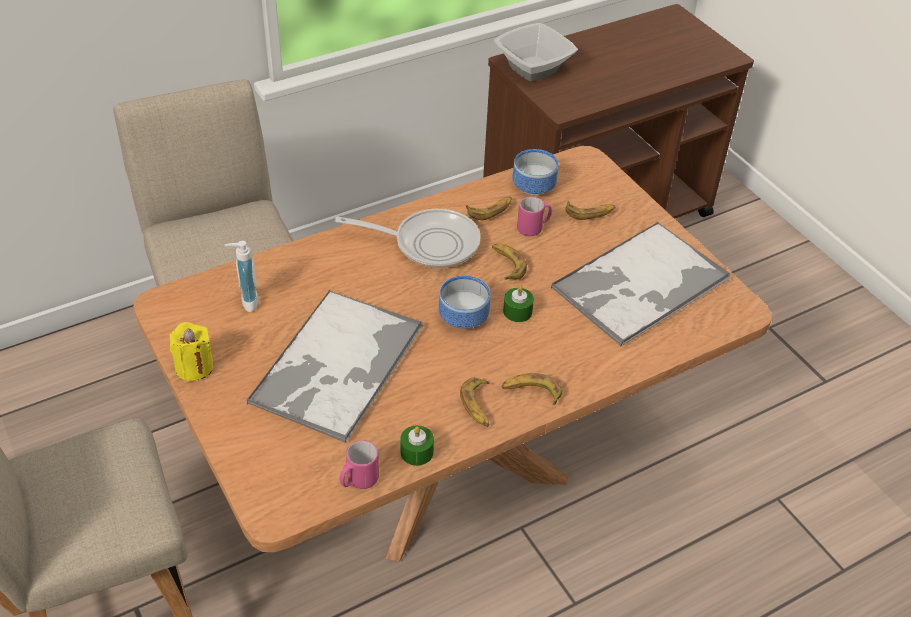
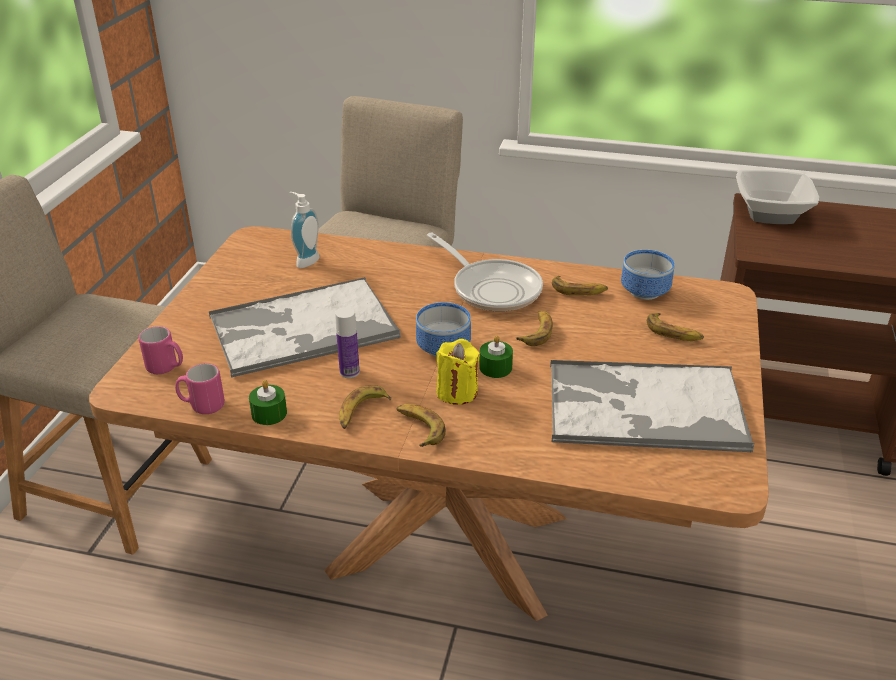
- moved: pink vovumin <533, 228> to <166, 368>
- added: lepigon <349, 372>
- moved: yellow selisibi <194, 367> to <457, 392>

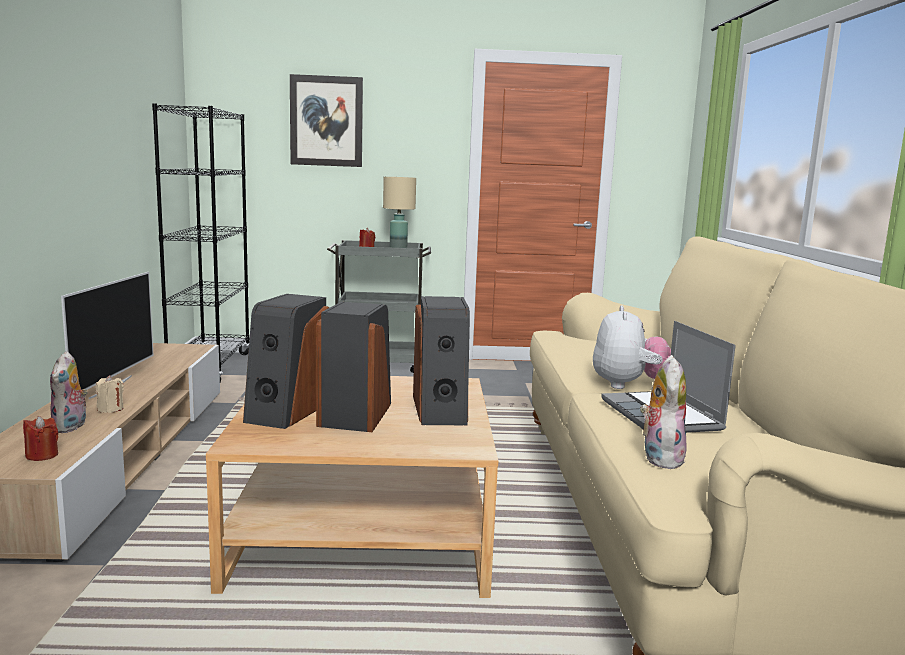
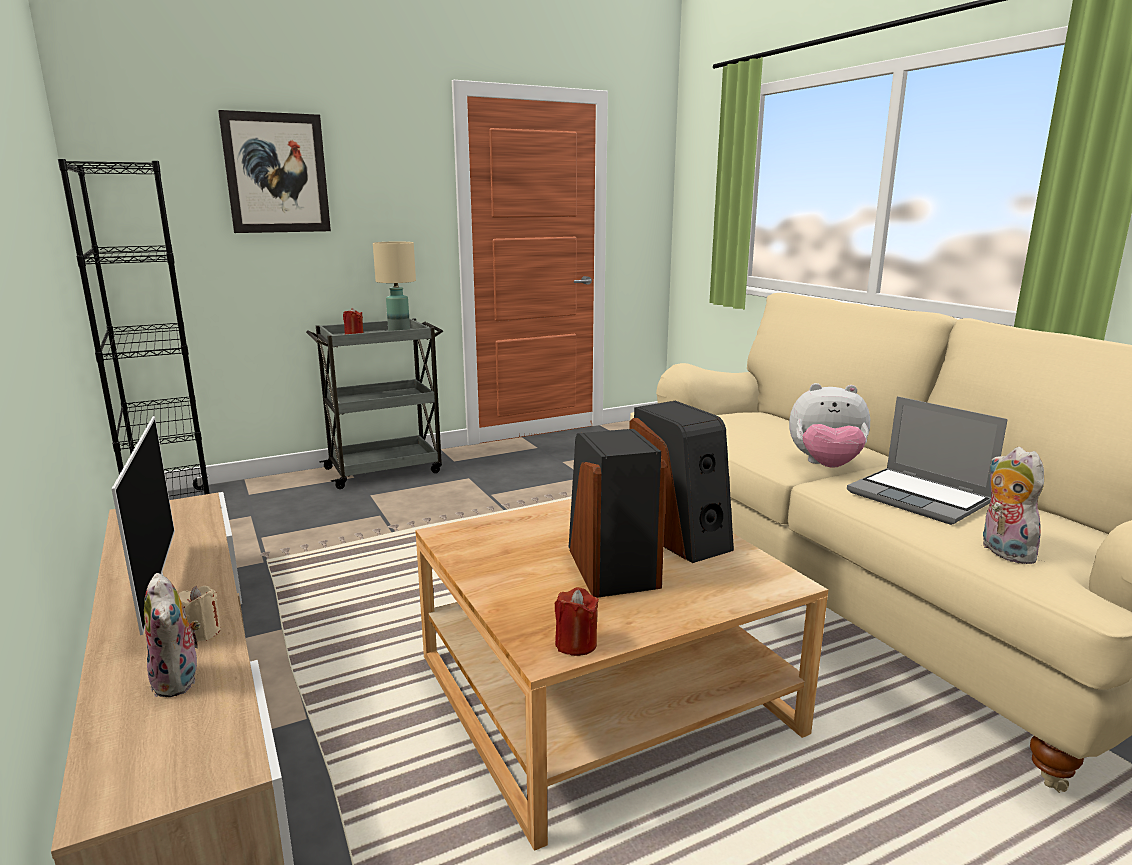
- moved: red selisibi <42, 455> to <576, 644>
- turned: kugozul <628, 385> = <826, 466> 120 degrees clockwise
- removed: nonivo <287, 411>

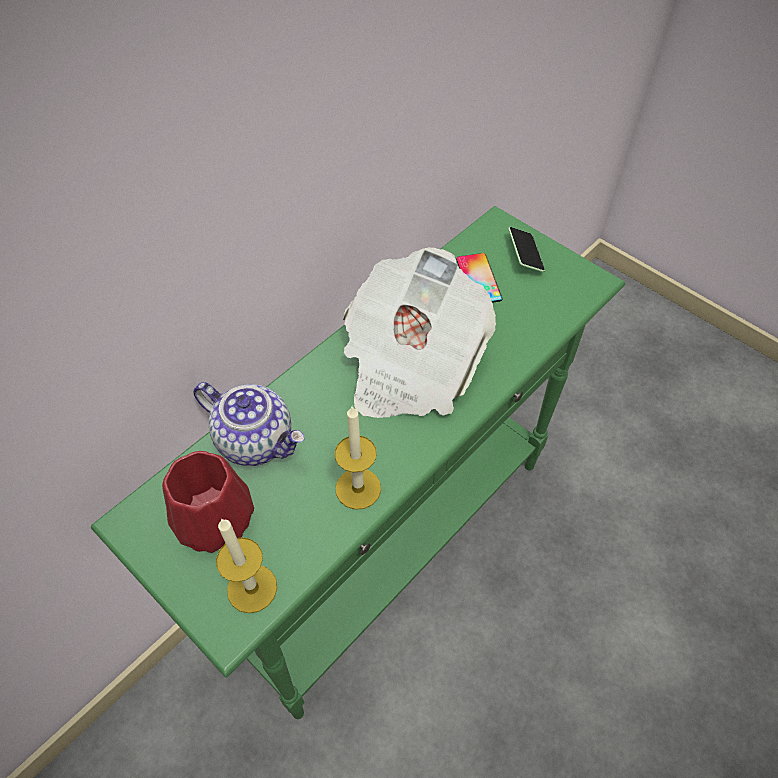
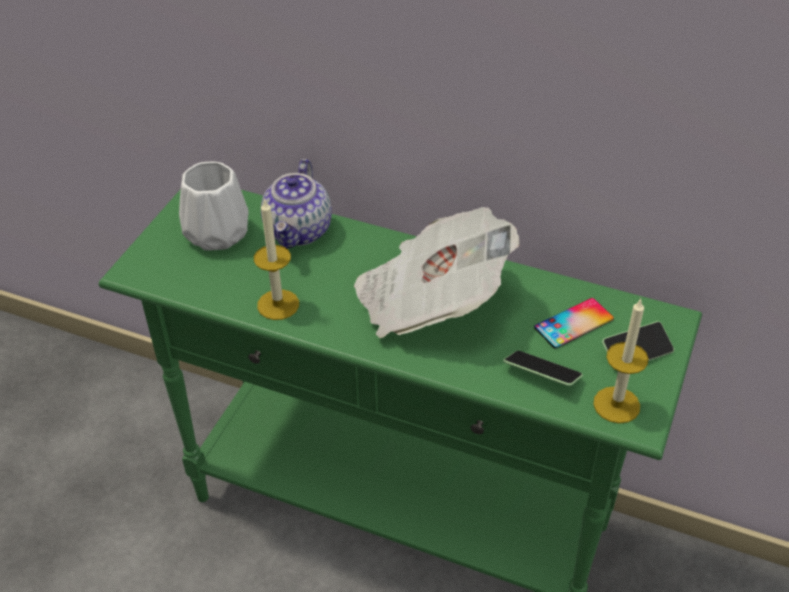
- recoloured: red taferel <216, 522> to white taferel <216, 235>
- added: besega <541, 375>
- moved: selisibi <252, 588> to <616, 405>

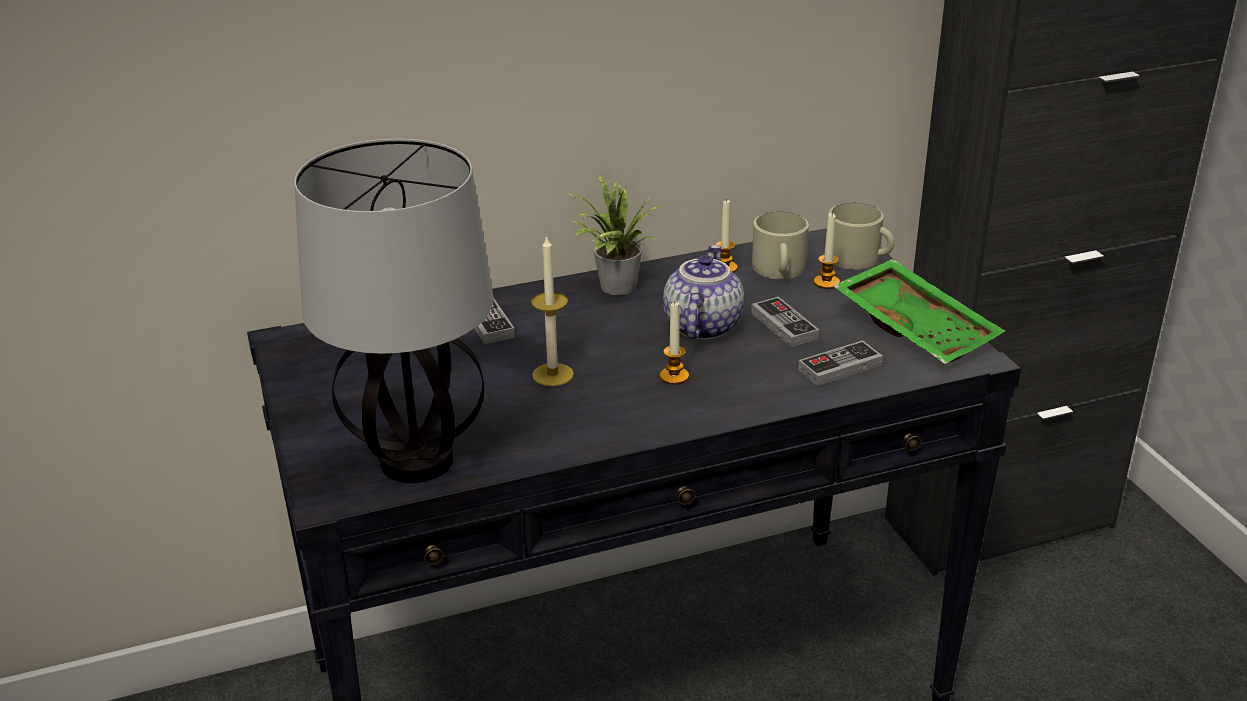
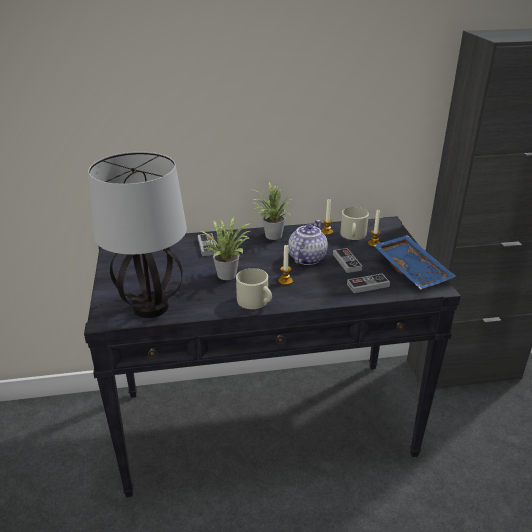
- replaced: selisibi <552, 374> to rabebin <228, 273>
- moved: beige vovumin <859, 258> to <255, 301>
- recoloured: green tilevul <917, 327> to blue tilevul <413, 270>

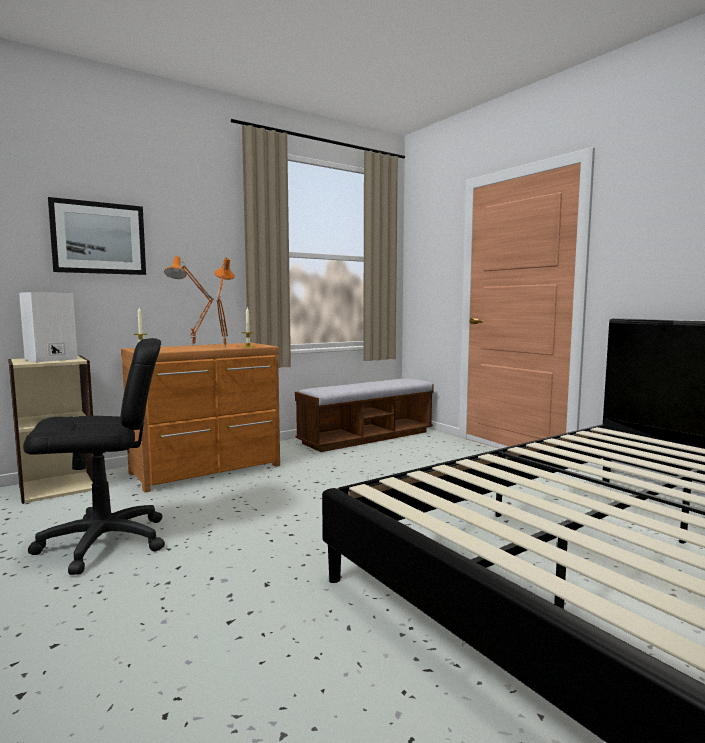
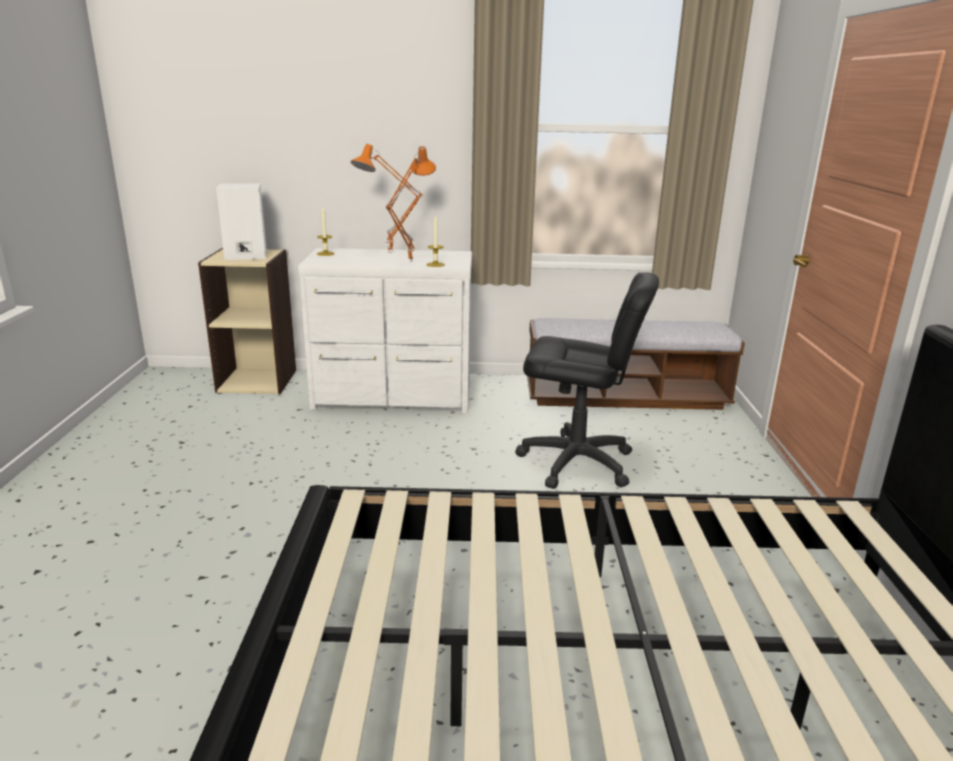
- recoloured: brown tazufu <208, 470> to white tazufu <393, 397>
- moved: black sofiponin <104, 543> to <576, 462>
- removed: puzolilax <99, 238>

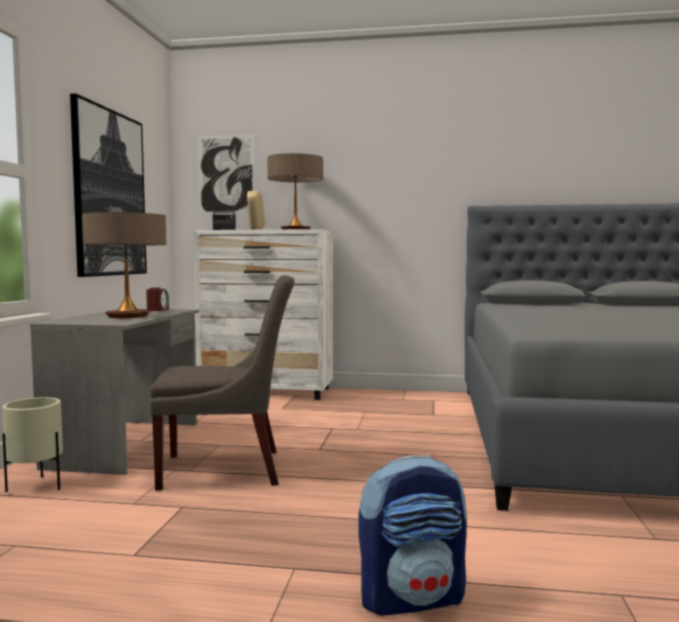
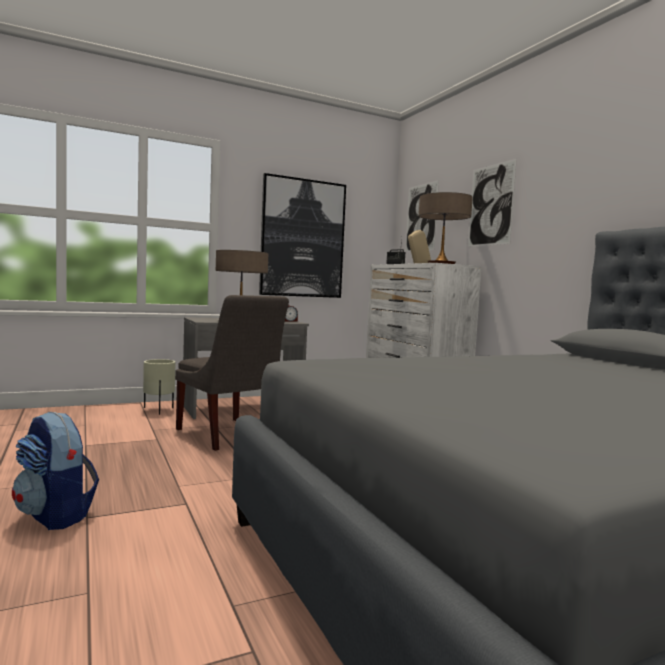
- added: puzolilax <491, 205>

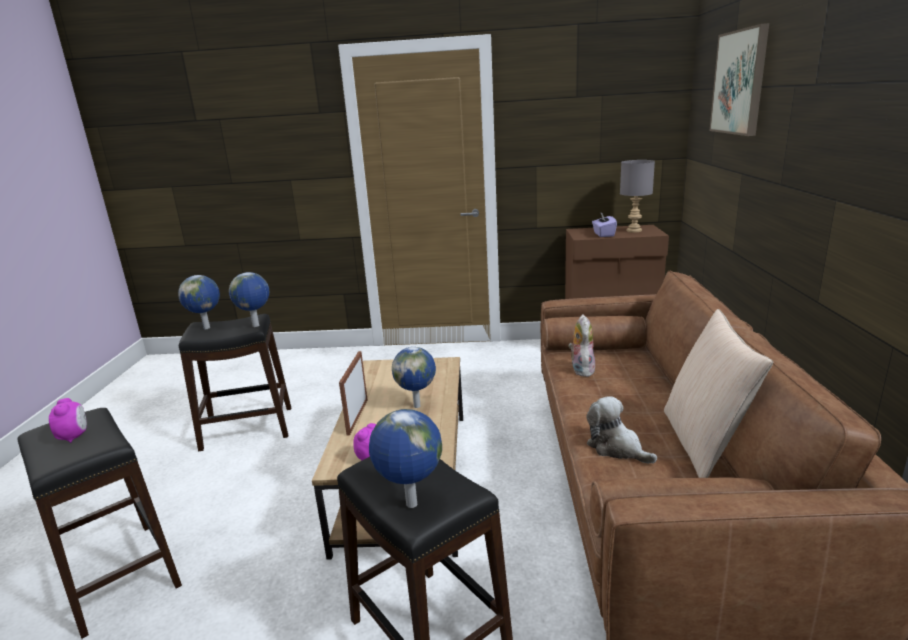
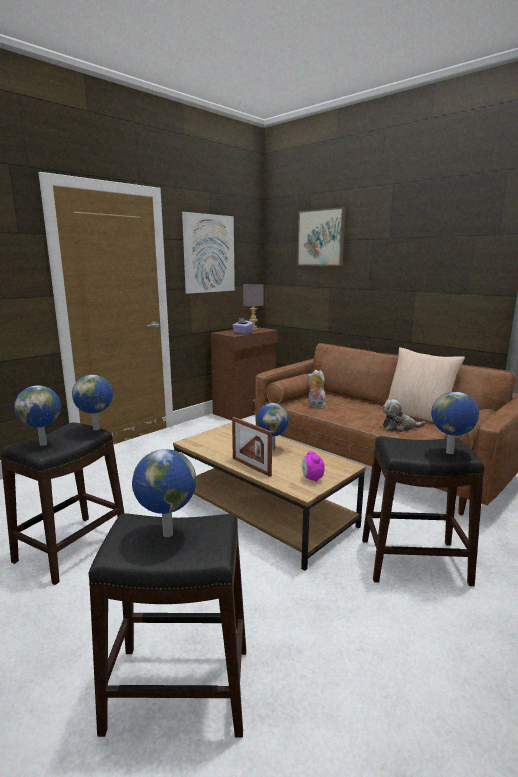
- replaced: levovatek <74, 436> to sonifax <166, 534>
- added: puzolilax <209, 254>

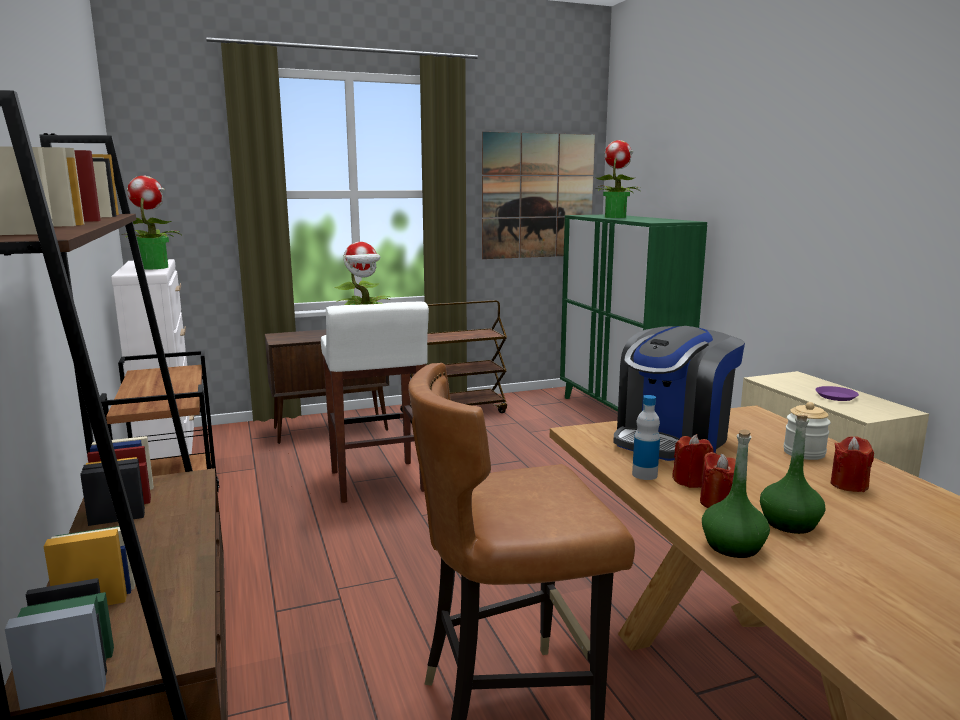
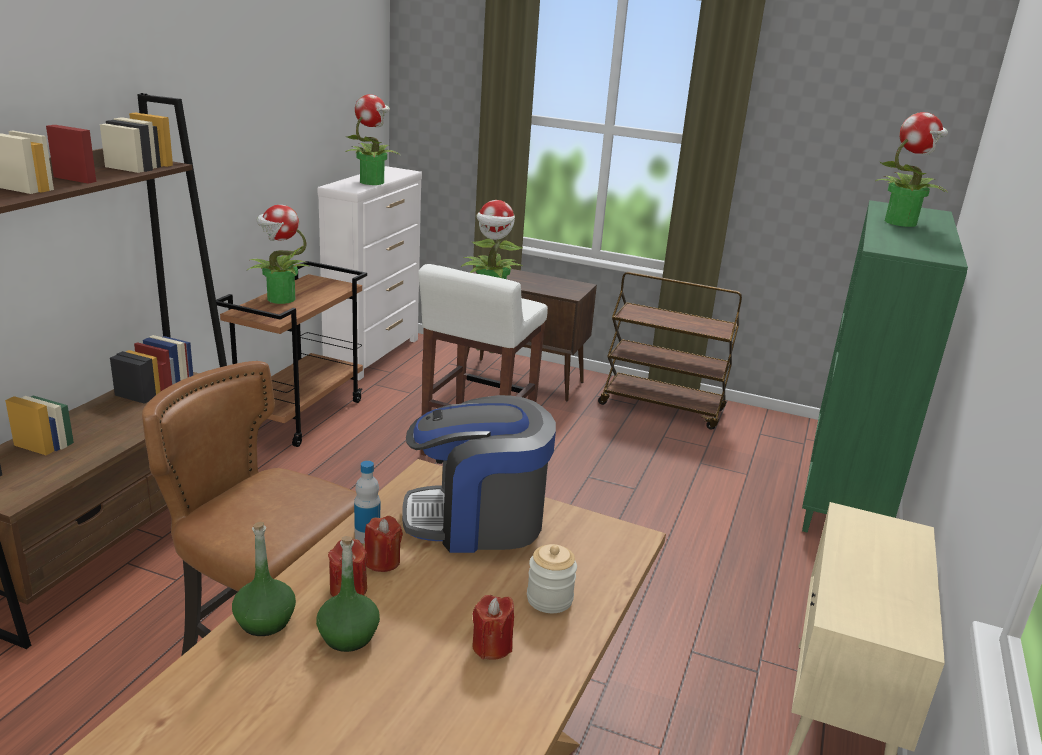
- added: rabebin <280, 299>
- removed: puzolilax <538, 196>
- removed: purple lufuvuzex <836, 396>

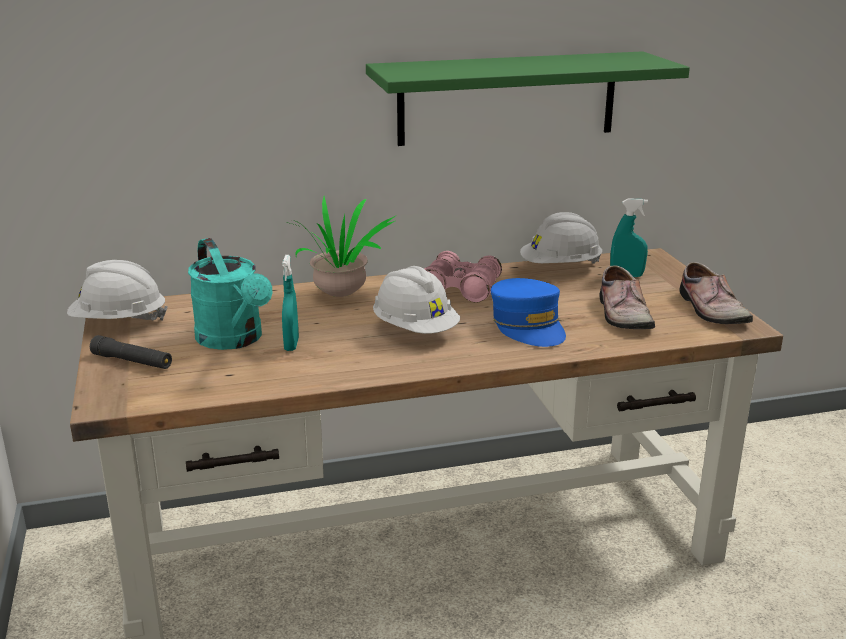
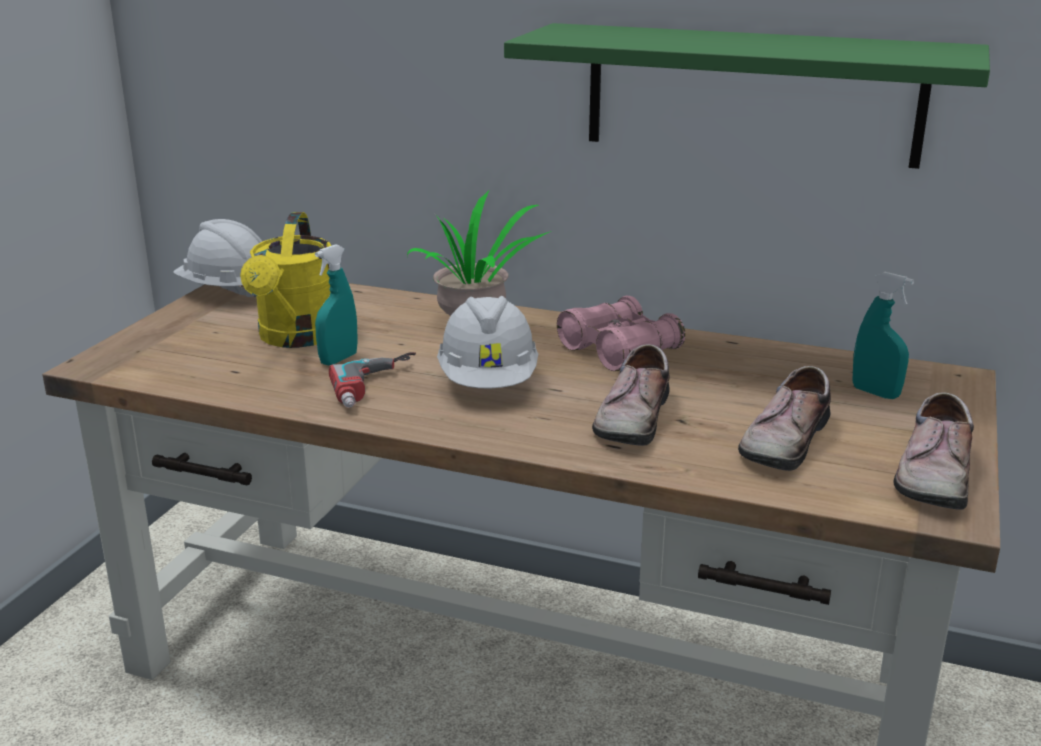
- recoloured: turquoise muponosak <234, 340> to yellow muponosak <296, 338>
- added: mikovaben <380, 387>
- replaced: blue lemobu <528, 326> to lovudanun <630, 417>
- removed: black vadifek <132, 361>
- removed: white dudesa <560, 267>

